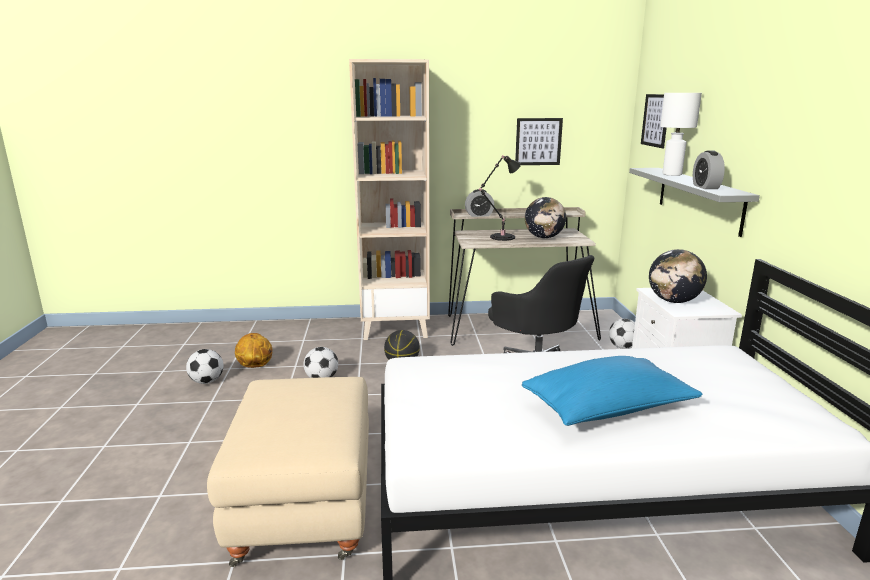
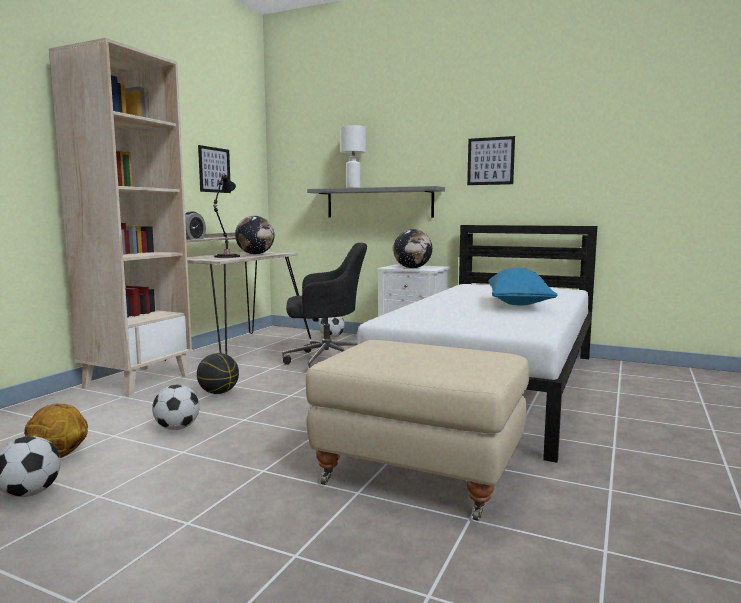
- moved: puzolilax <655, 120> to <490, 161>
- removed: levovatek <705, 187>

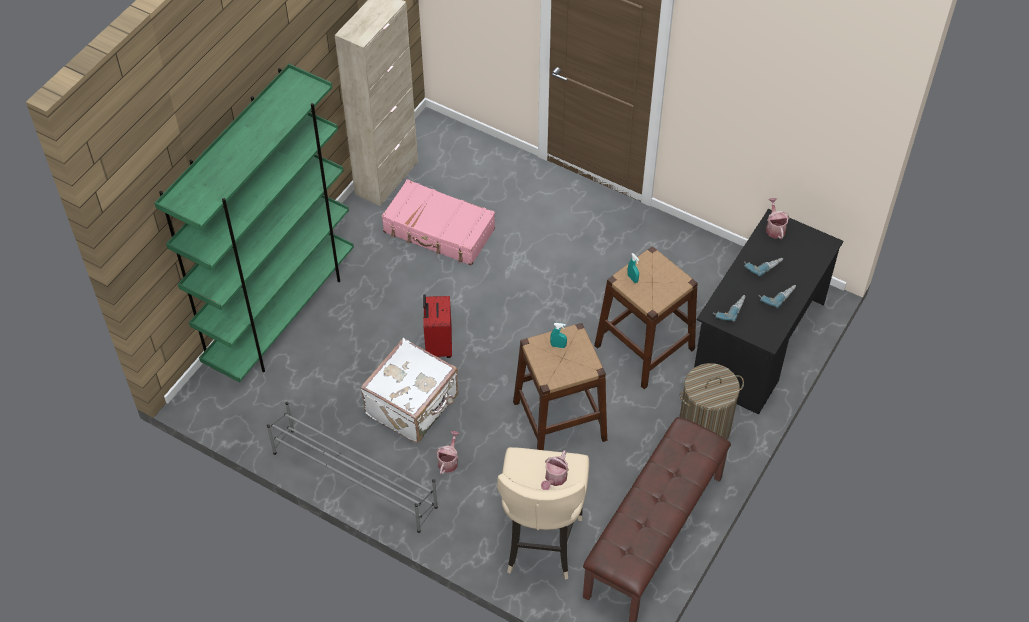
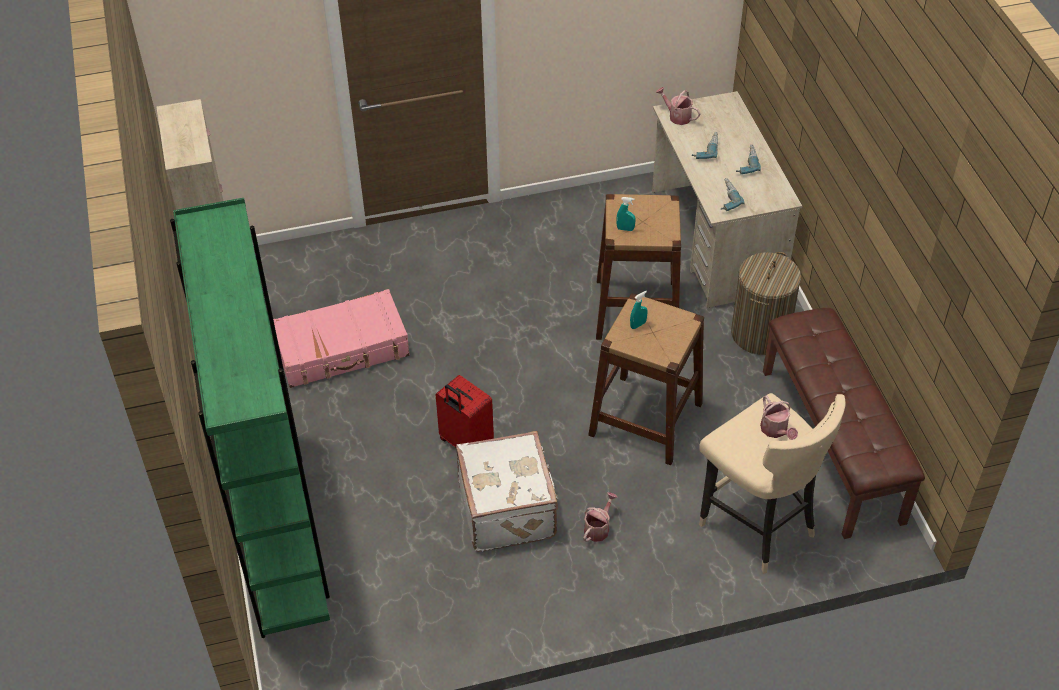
- turned: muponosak <448, 461> = <598, 528> 60 degrees clockwise
- recoloured: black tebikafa <758, 343> to beige tebikafa <716, 240>
- removed: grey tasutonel <354, 479>

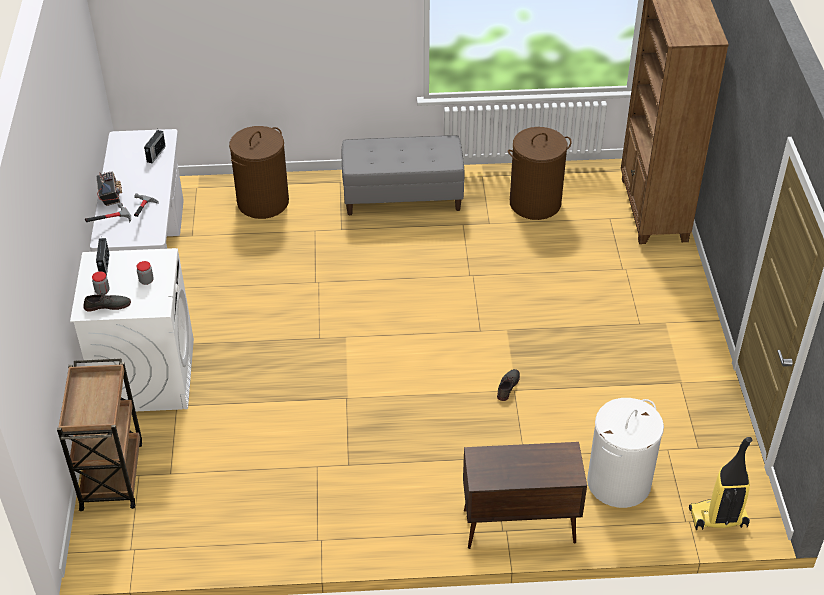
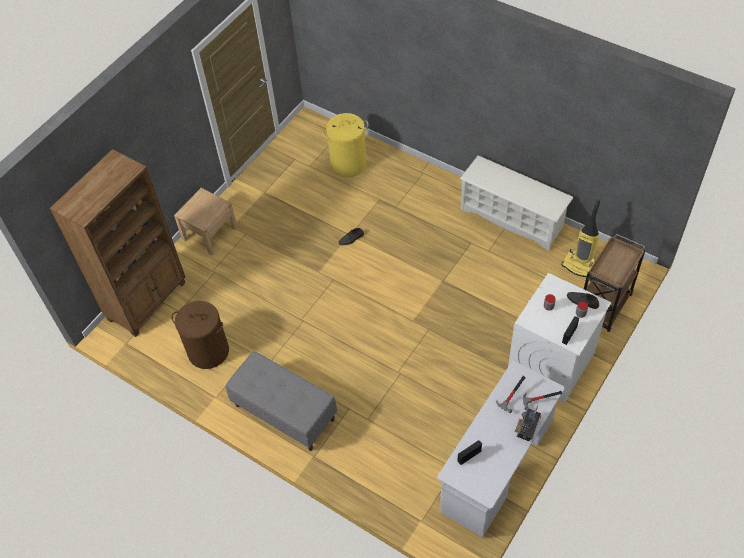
- added: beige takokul <210, 233>
- recoloured: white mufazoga <619, 483> to yellow mufazoga <348, 164>
- added: white tasutonel <512, 218>
- moved: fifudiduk <717, 518> to <580, 265>
- removed: brown mufazoga <263, 202>
- removed: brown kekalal <518, 526>

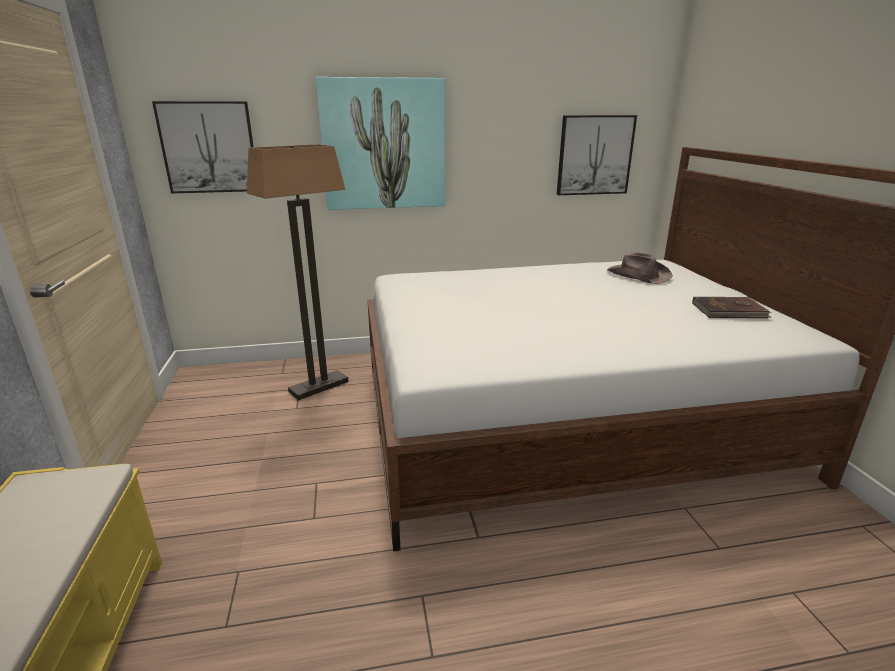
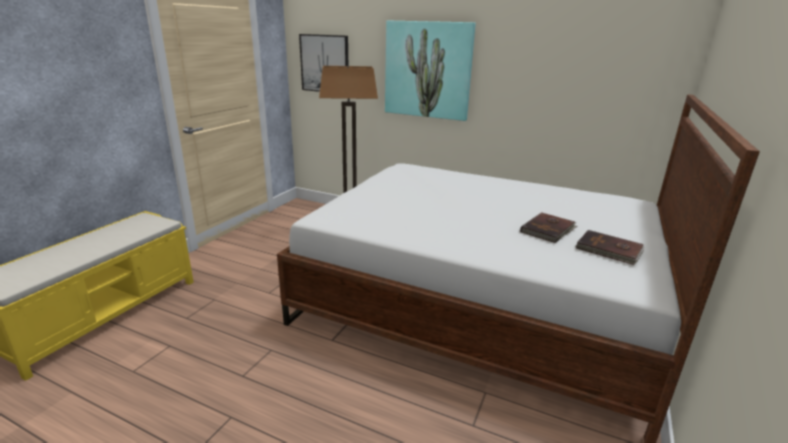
- added: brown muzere <548, 229>
- removed: puzolilax <594, 155>
- removed: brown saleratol <638, 275>

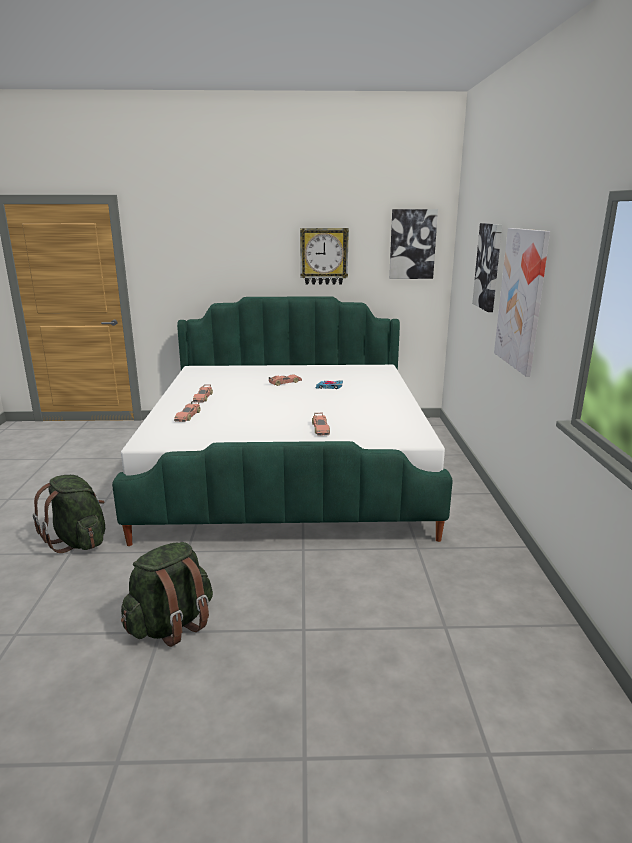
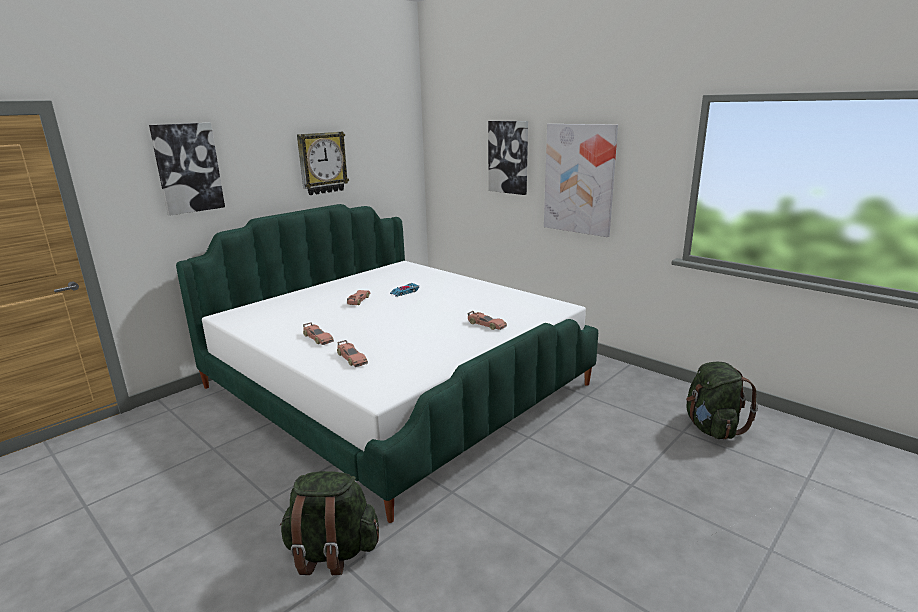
- moved: puzolilax <412, 244> to <188, 168>
- moved: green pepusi <171, 624> to <712, 428>

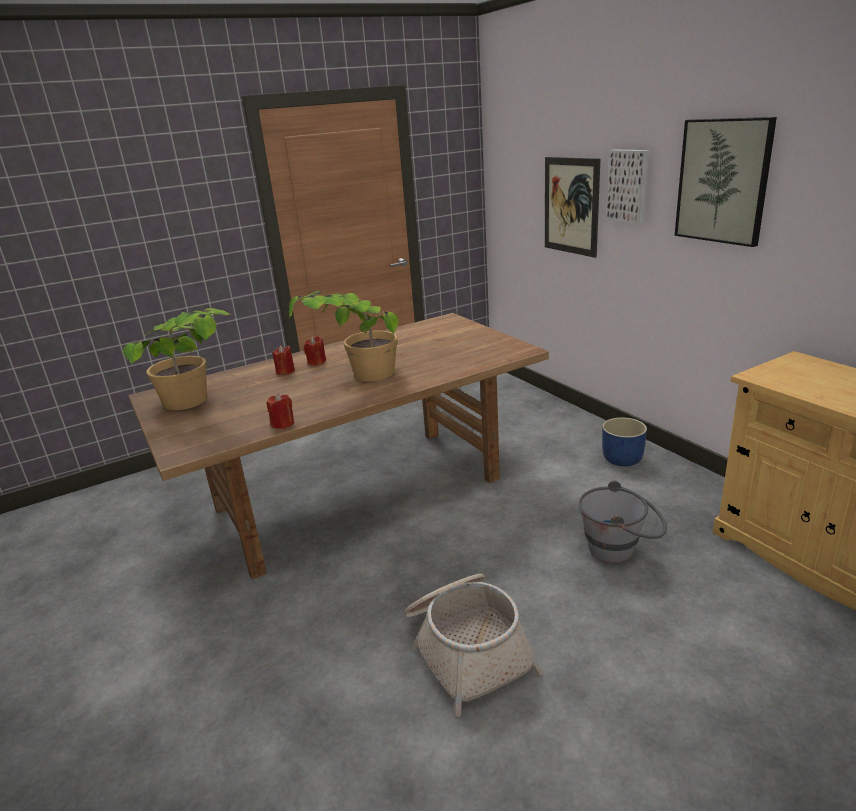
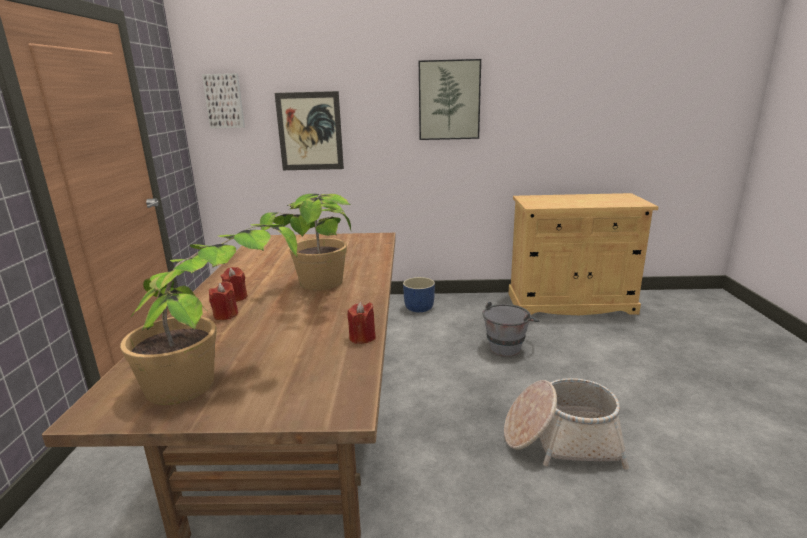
- moved: puzolilax <629, 186> to <224, 101>

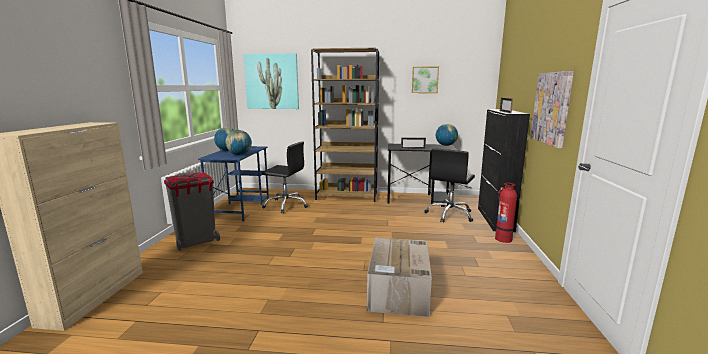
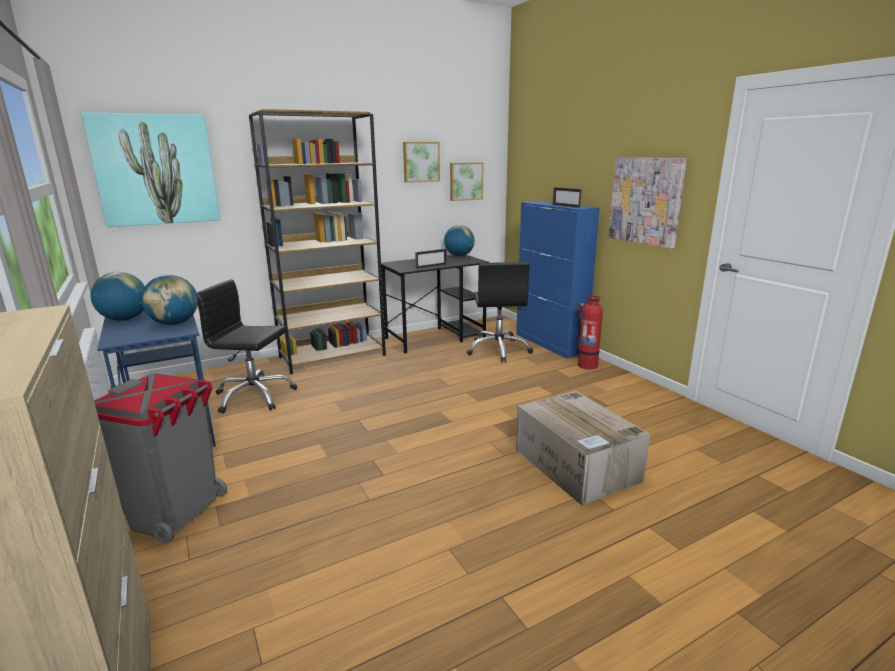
- turned: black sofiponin <286, 205> = <254, 396> 150 degrees counterclockwise
- added: puzolilax <465, 181>
- recoloured: black kekalal <495, 219> to blue kekalal <550, 343>

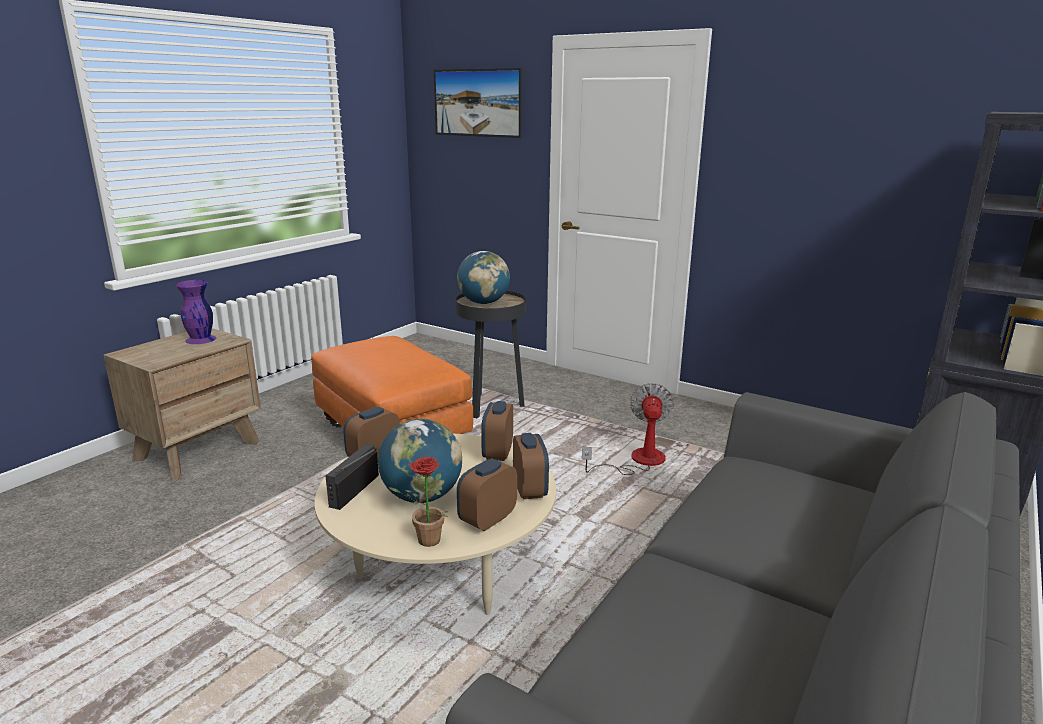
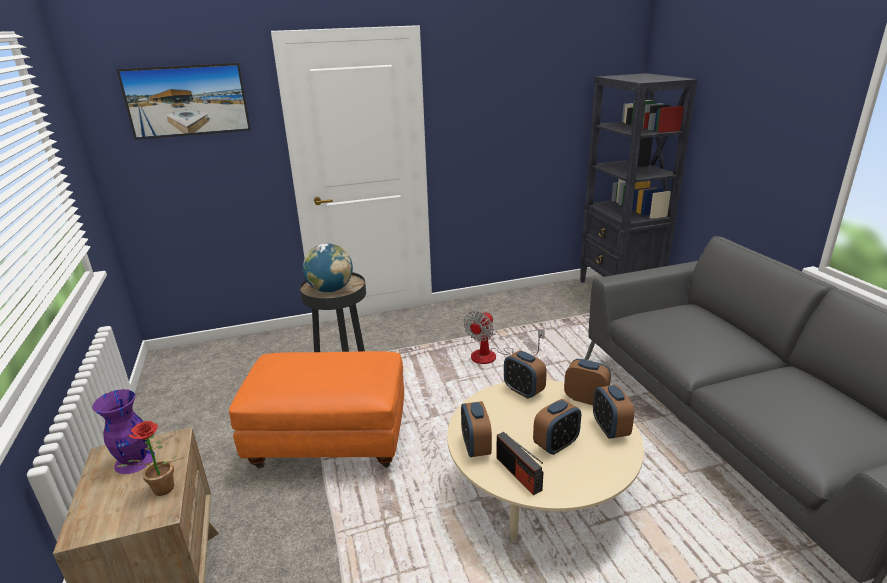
- moved: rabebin <424, 541> to <160, 492>
- turned: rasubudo <637, 461> = <493, 357> 105 degrees counterclockwise
- replaced: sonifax <422, 496> to levovatek <556, 445>

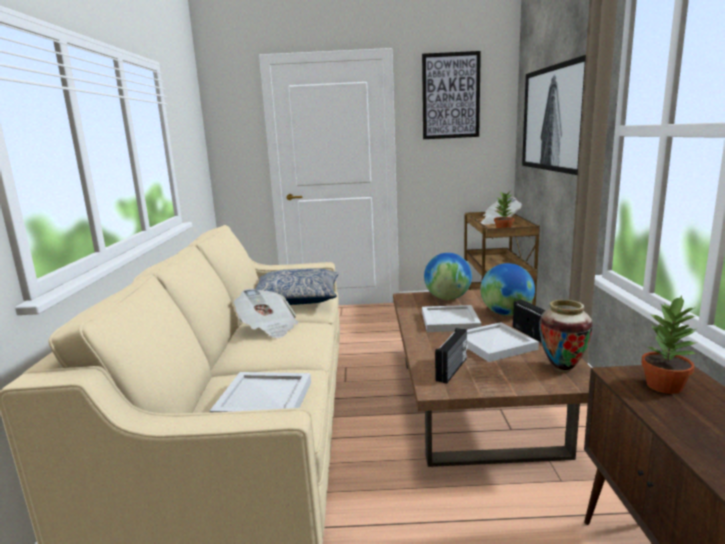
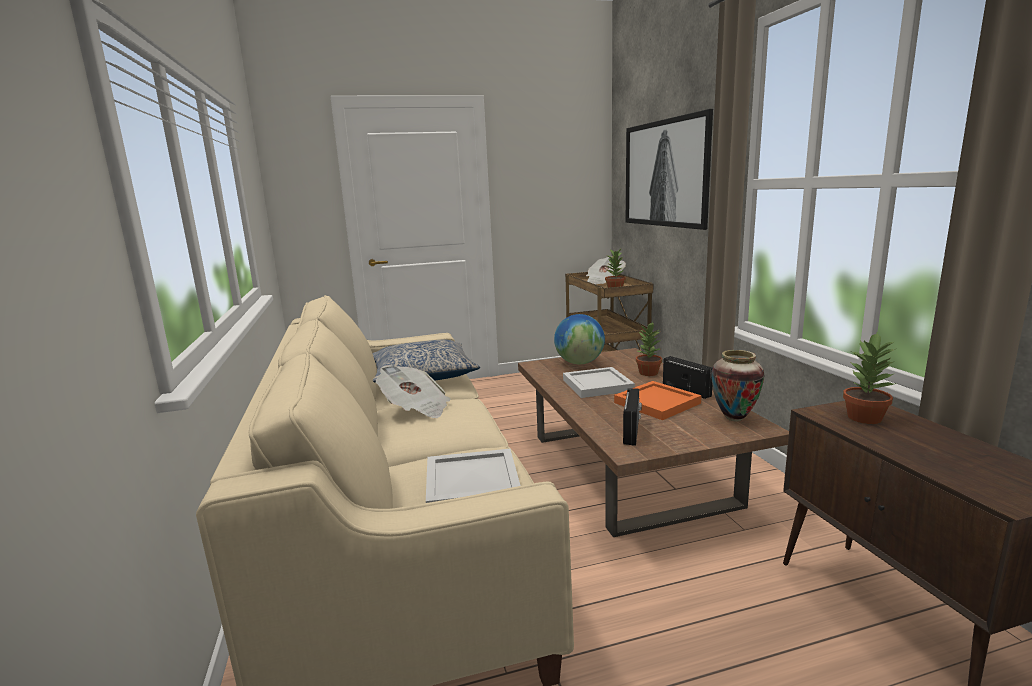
- recoloured: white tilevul <495, 344> to orange tilevul <657, 402>
- replaced: sonifax <506, 314> to rabebin <648, 373>
- removed: puzolilax <450, 96>

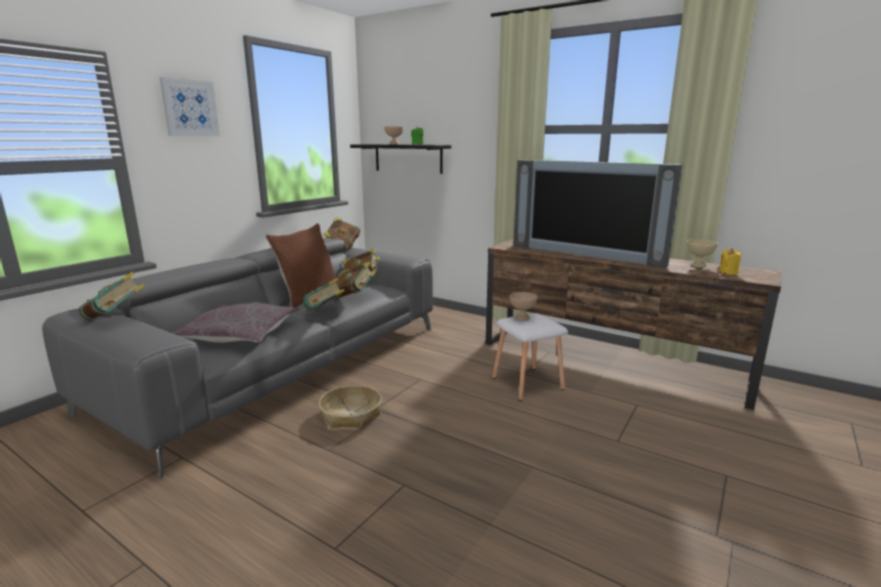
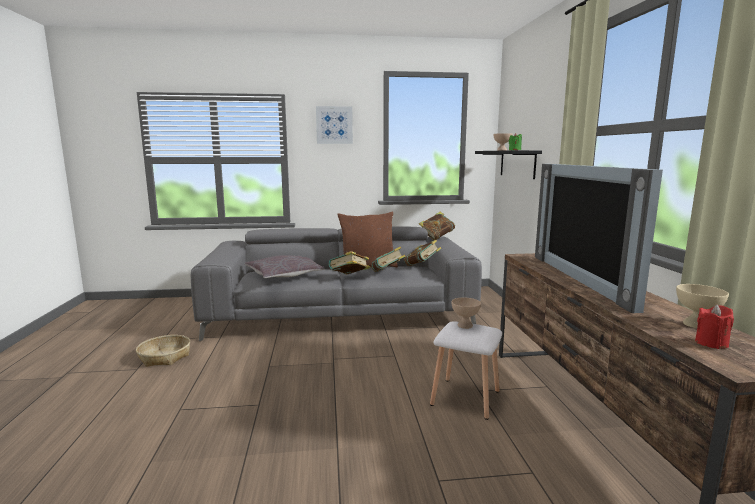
- moved: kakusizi <351, 414> to <165, 357>
- recoloured: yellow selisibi <728, 272> to red selisibi <711, 343>
- removed: muzere <116, 319>

